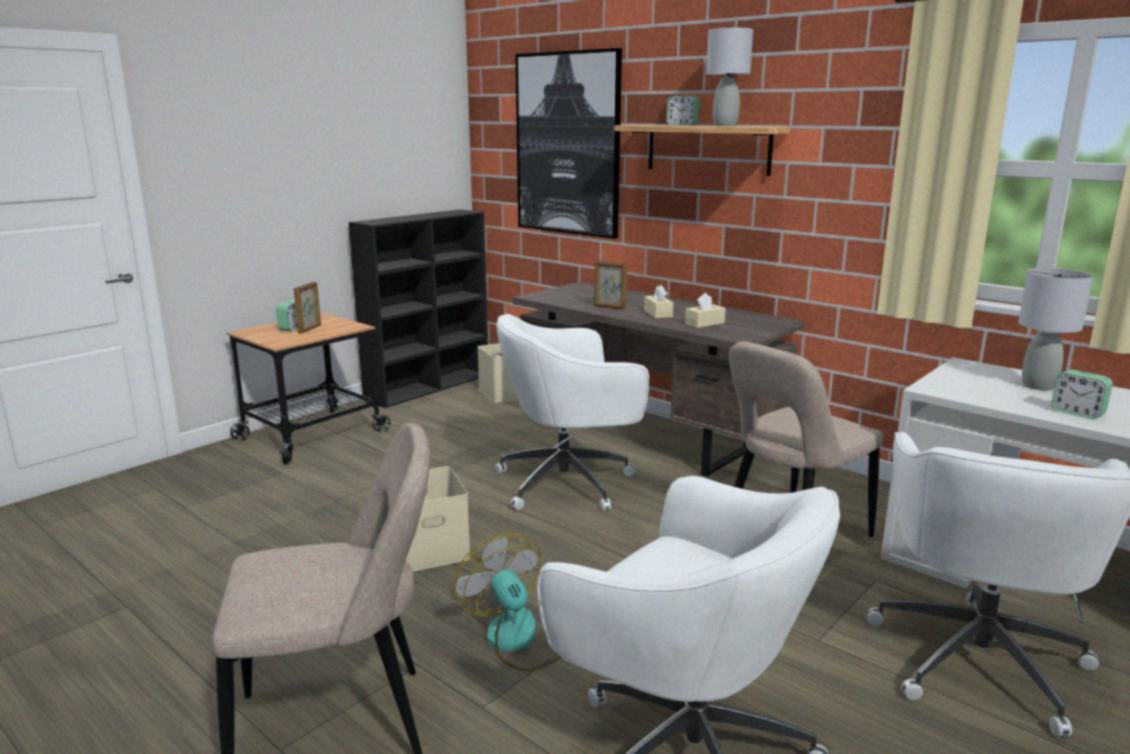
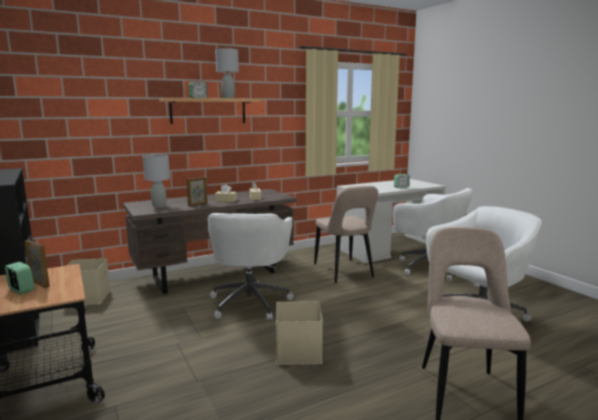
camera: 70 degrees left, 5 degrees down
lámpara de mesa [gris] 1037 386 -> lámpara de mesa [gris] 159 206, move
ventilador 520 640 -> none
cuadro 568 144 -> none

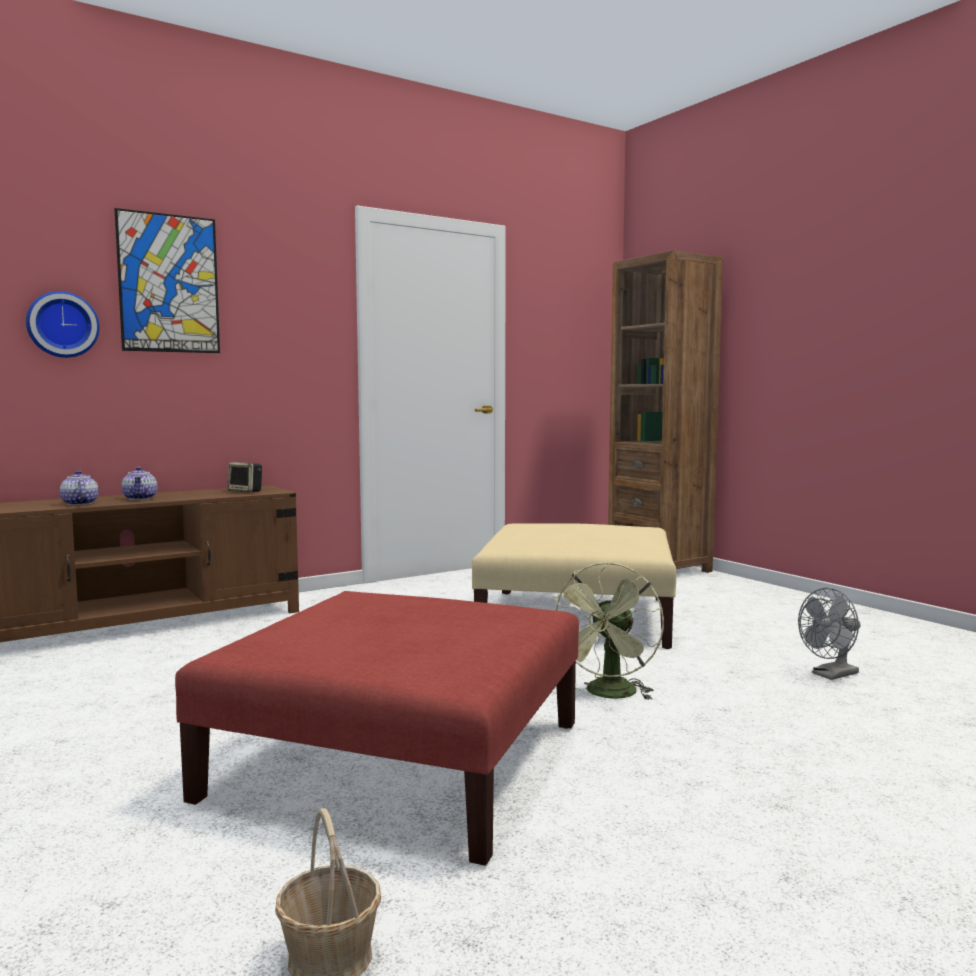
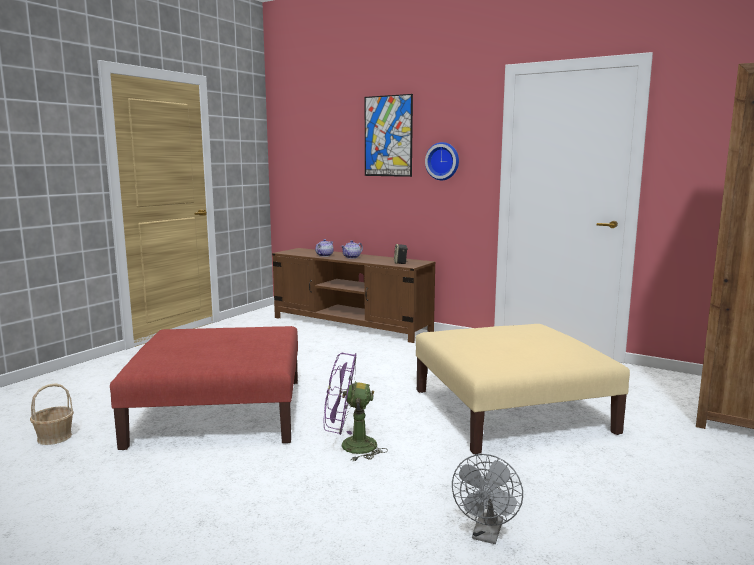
camera: 65 degrees right, 5 degrees up
ventilador [verde] 609 695 -> ventilador [morado] 350 446
reloj de pared 62 325 -> reloj de pared 443 161, move
ventilador [gris] 831 675 -> ventilador [gris] 487 535, 105 degrees counterclockwise

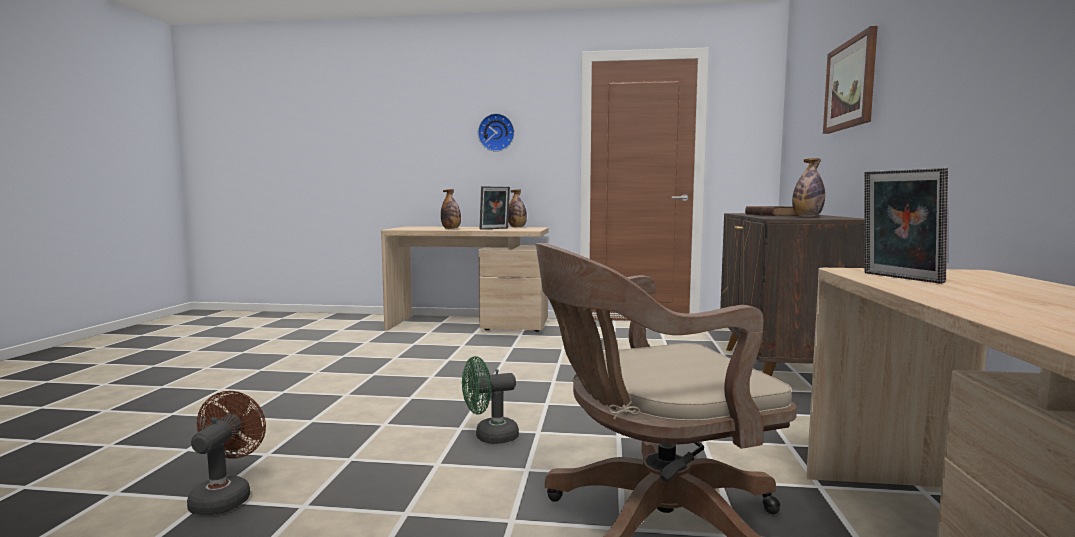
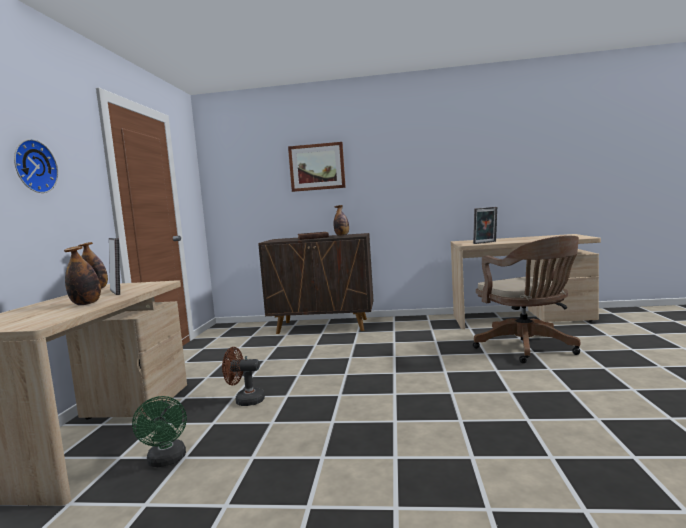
camera: 90 degrees left, 0 degrees up
ventilador [verde] 489 437 -> ventilador [verde] 167 461, move
ventilador [marrón] 225 496 -> ventilador [marrón] 245 400, move

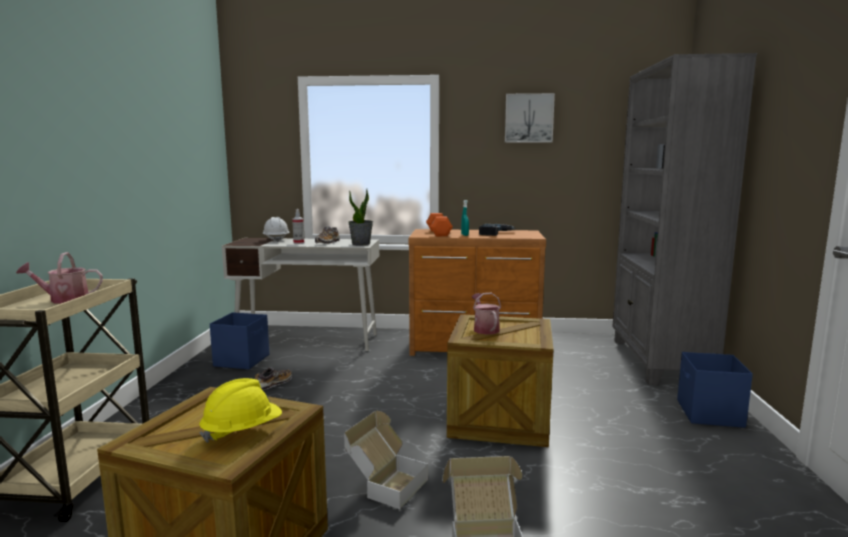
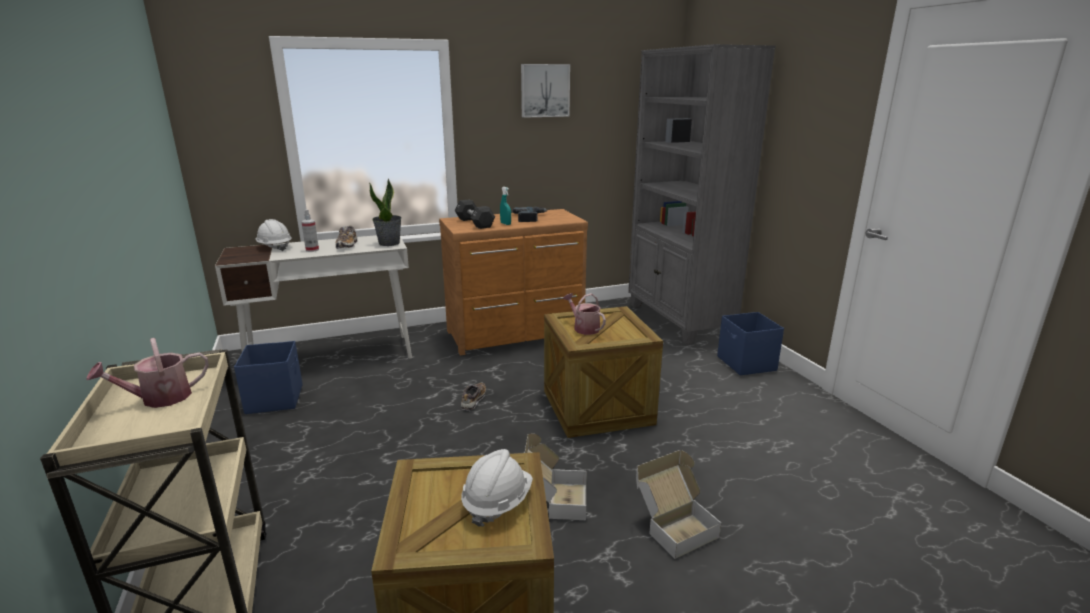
camera: 25 degrees left, 10 degrees up
mancuerna [naranja] 438 233 -> mancuerna [negro] 474 223
zapato 273 384 -> zapato 473 401, move
casco [amarillo] 242 431 -> casco [blanco] 497 502

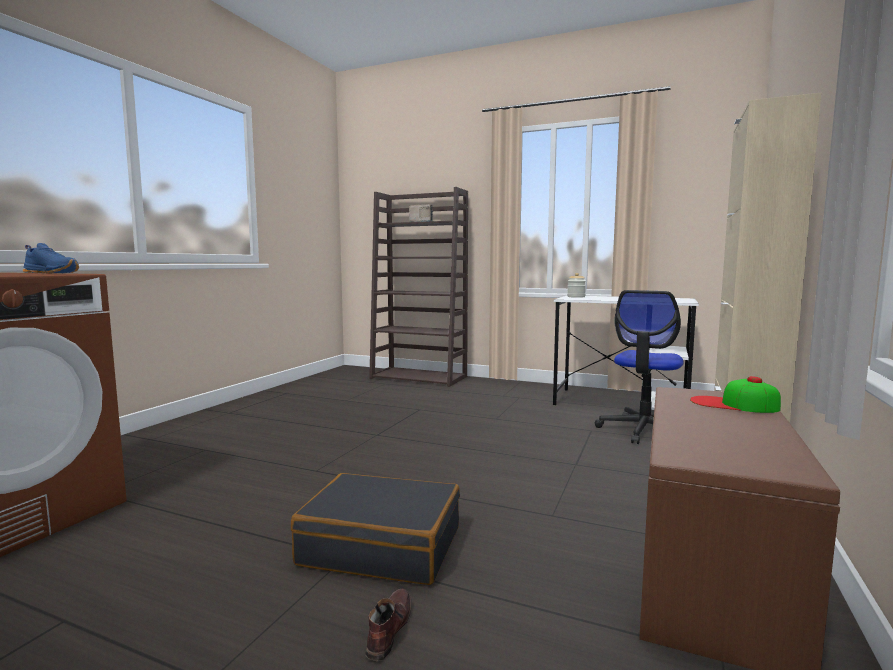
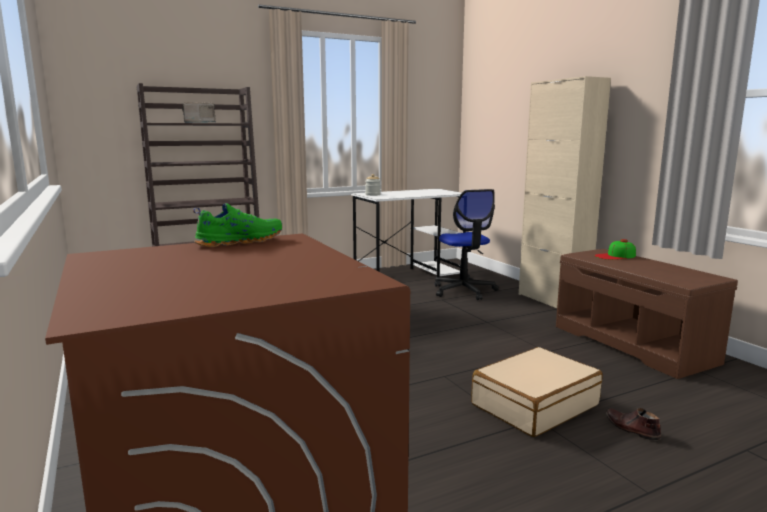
camera: 50 degrees left, 5 degrees up
zapato [azul] 53 273 -> zapato [verde] 239 242
maleta [negro] 381 546 -> maleta [beis] 534 404

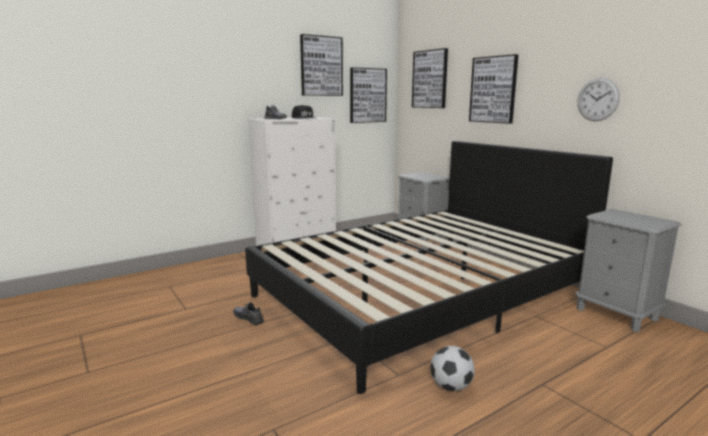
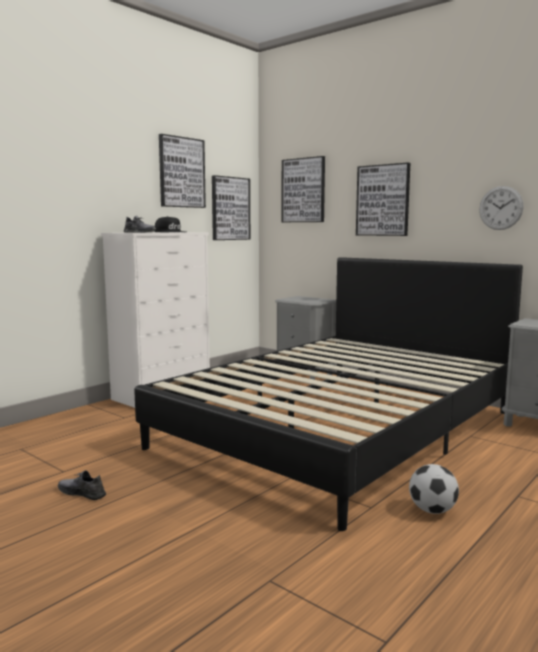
camera: 15 degrees left, 5 degrees down
zapato [gris] 248 318 -> zapato [gris] 82 493, move

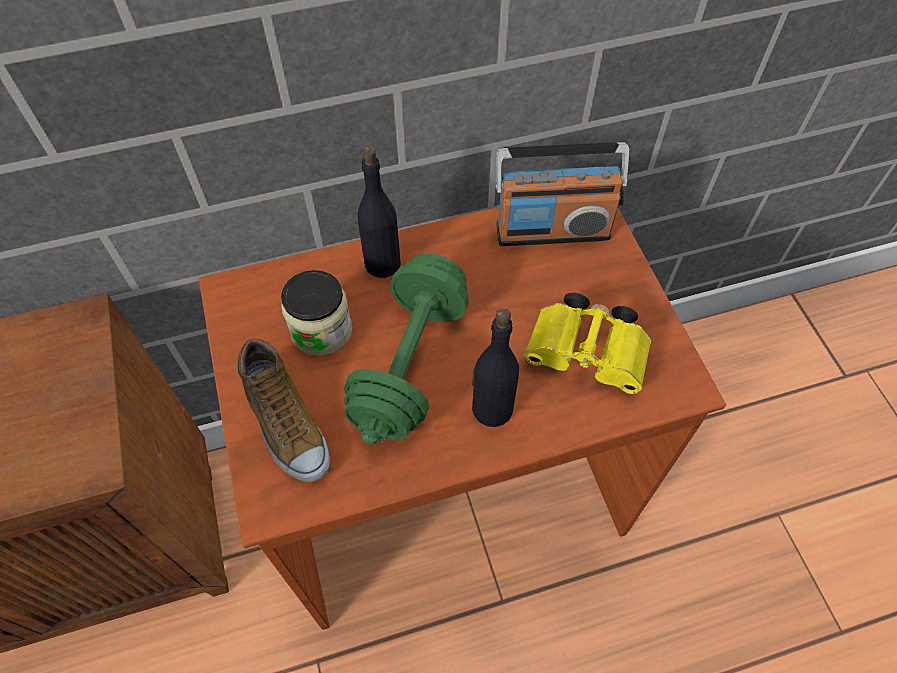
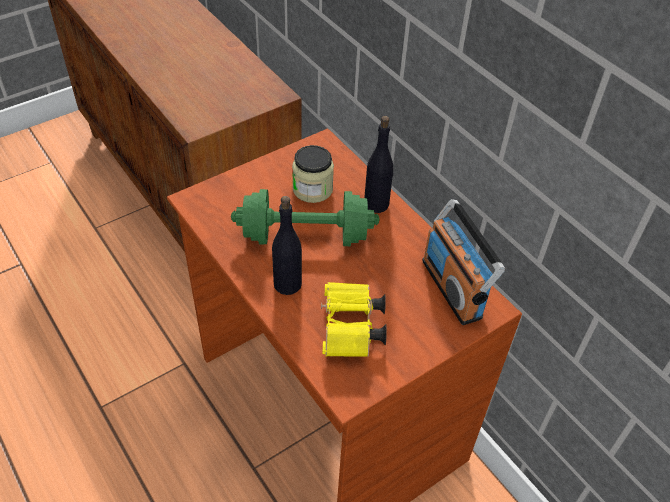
camera: 70 degrees right, 10 degrees down
zapato 285 424 -> none

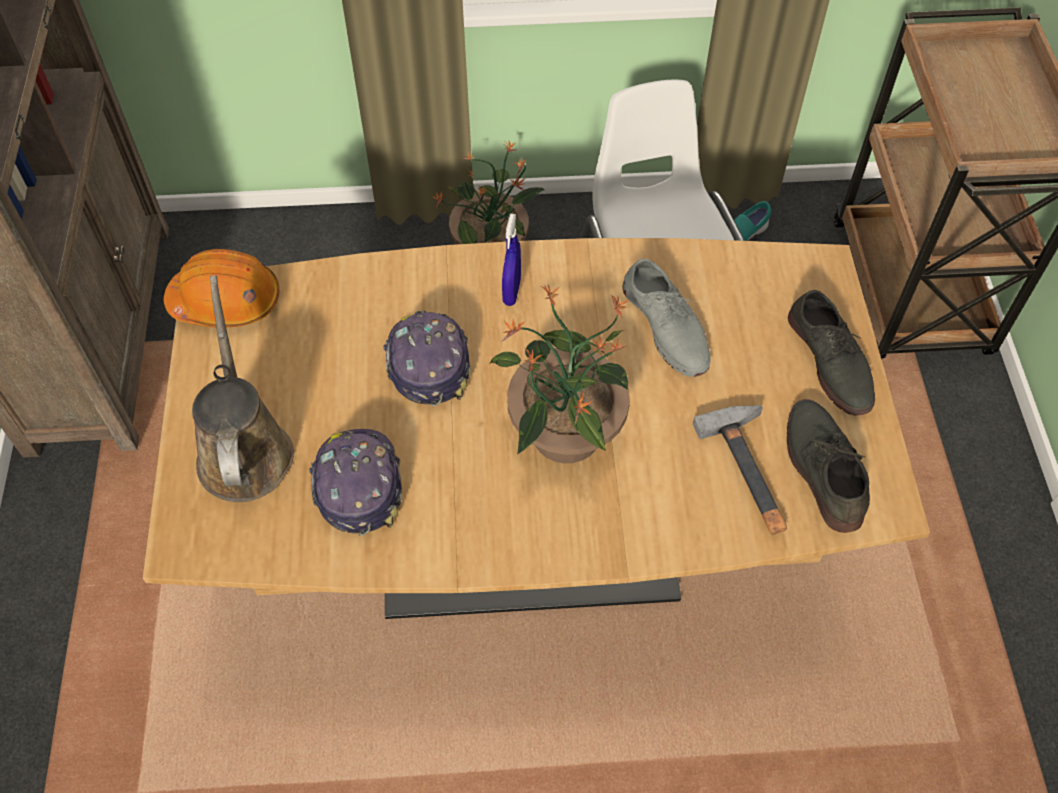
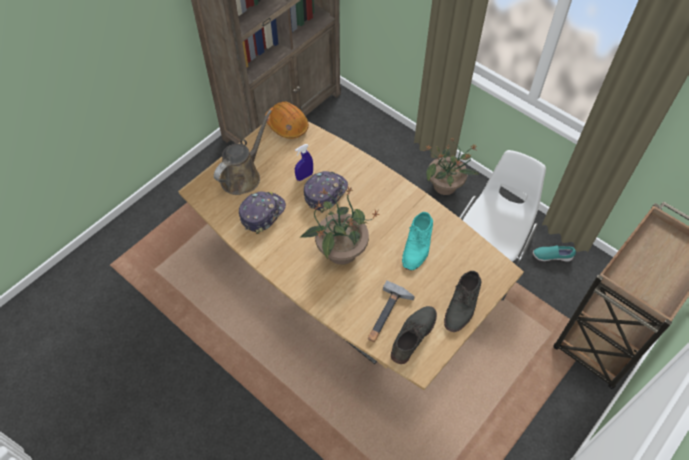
camera: 45 degrees right, 0 degrees up
pulverizador [azul] 511 292 -> pulverizador [azul] 304 176, move
zapato [gris] 667 325 -> zapato [turquesa] 418 244

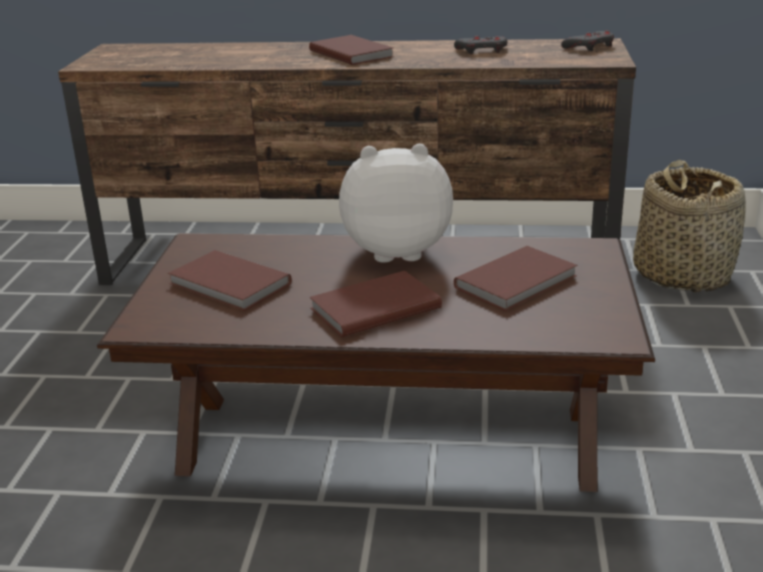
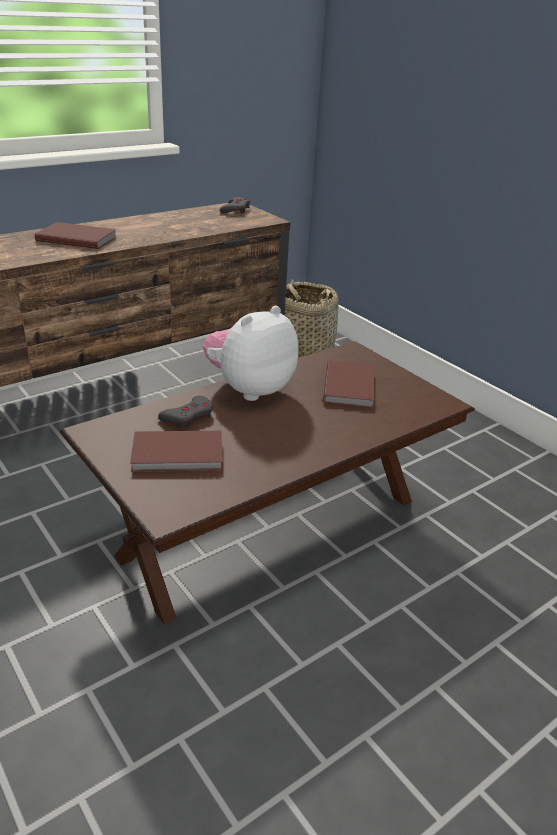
camera: 45 degrees left, 5 degrees up
mando de consola [gris] 482 50 -> mando de consola [gris] 188 416, move
libro [marrón] 372 307 -> none

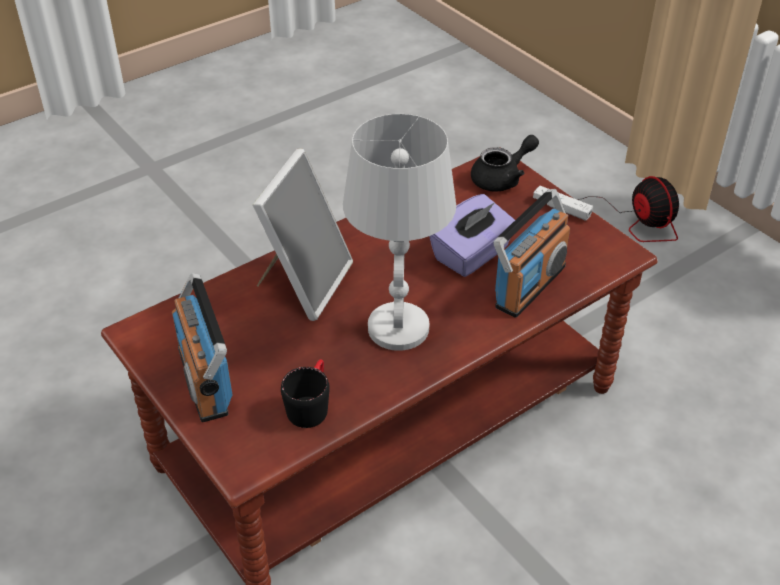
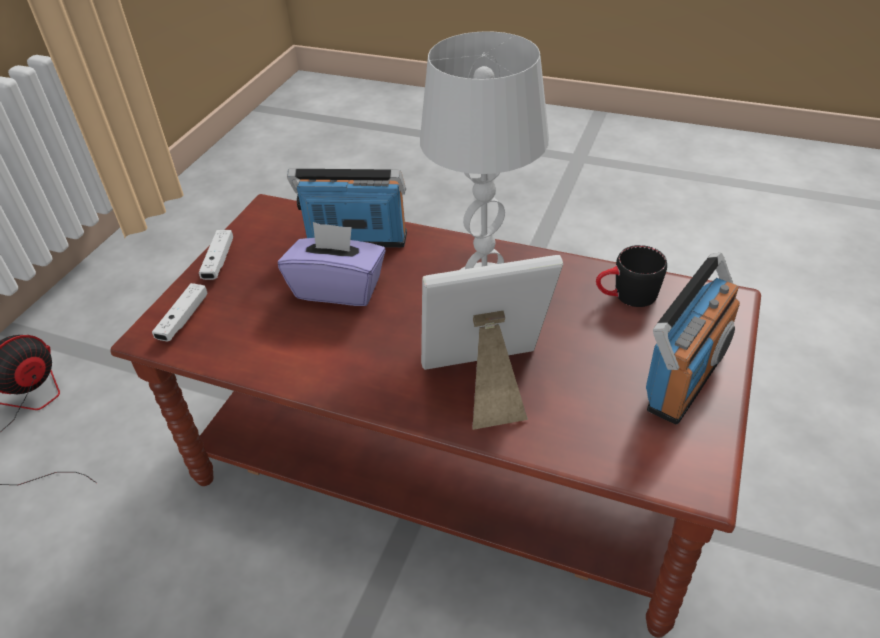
camera: 120 degrees left, 0 degrees up
tetera [negro] 502 178 -> mando de consola [blanco] 183 319

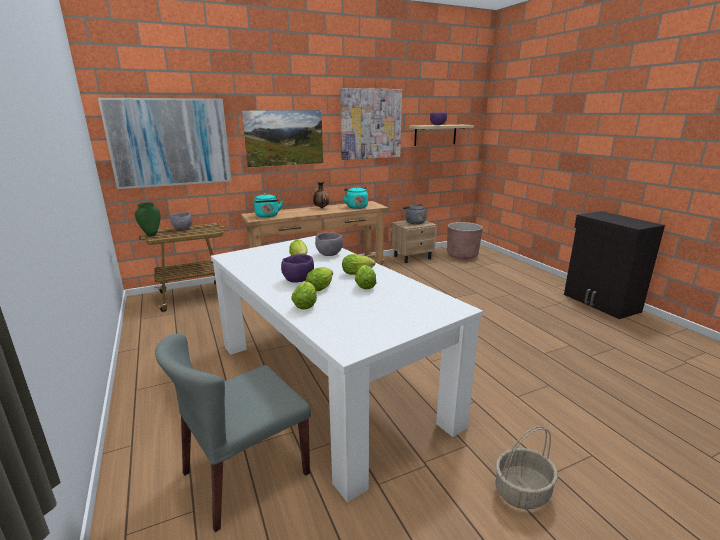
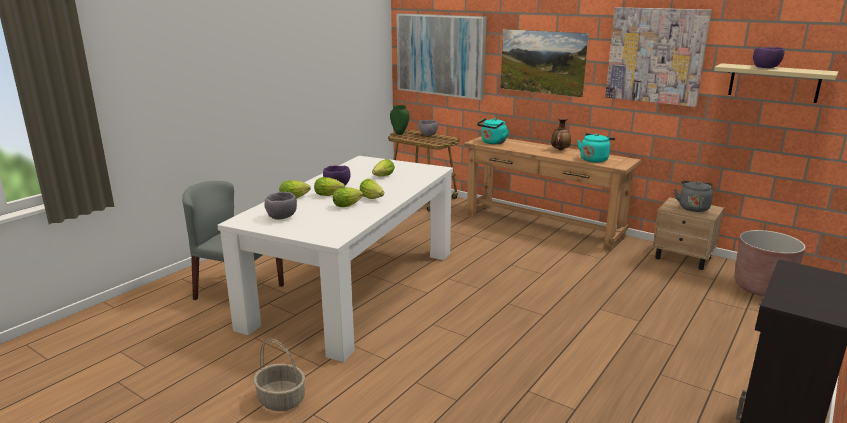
camera: 60 degrees right, 0 degrees up
cuenco [gris] 329 254 -> cuenco [gris] 282 217, move

